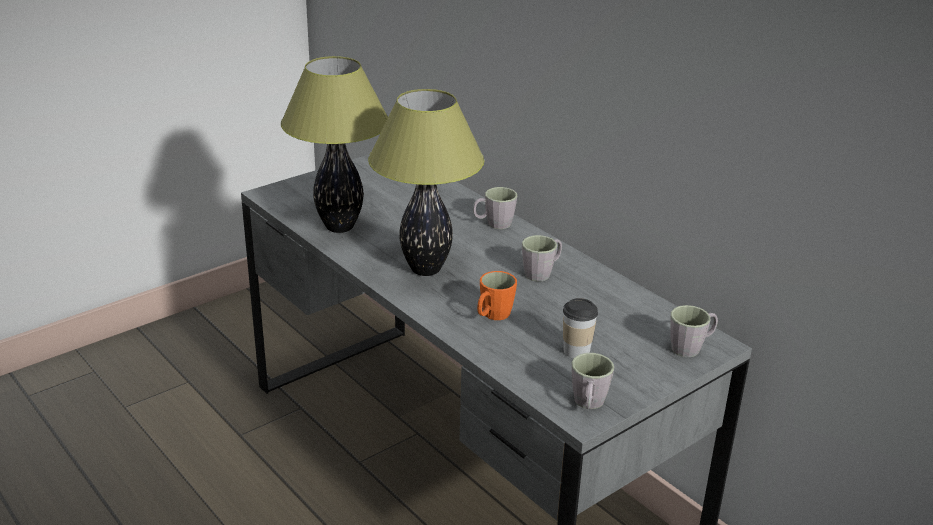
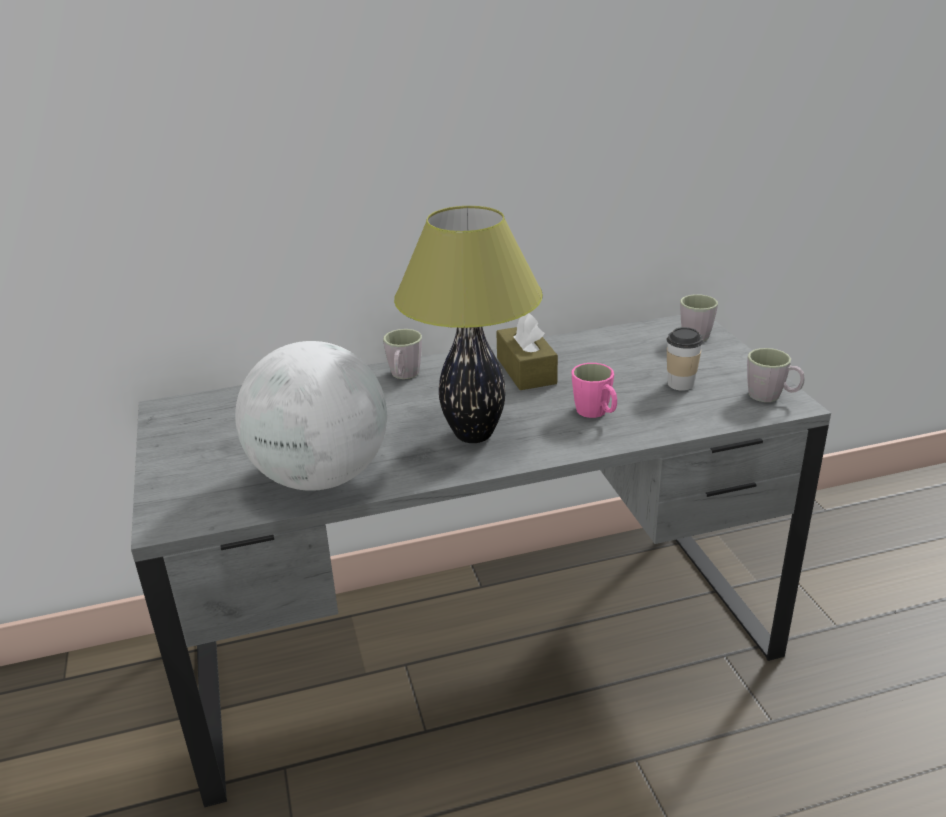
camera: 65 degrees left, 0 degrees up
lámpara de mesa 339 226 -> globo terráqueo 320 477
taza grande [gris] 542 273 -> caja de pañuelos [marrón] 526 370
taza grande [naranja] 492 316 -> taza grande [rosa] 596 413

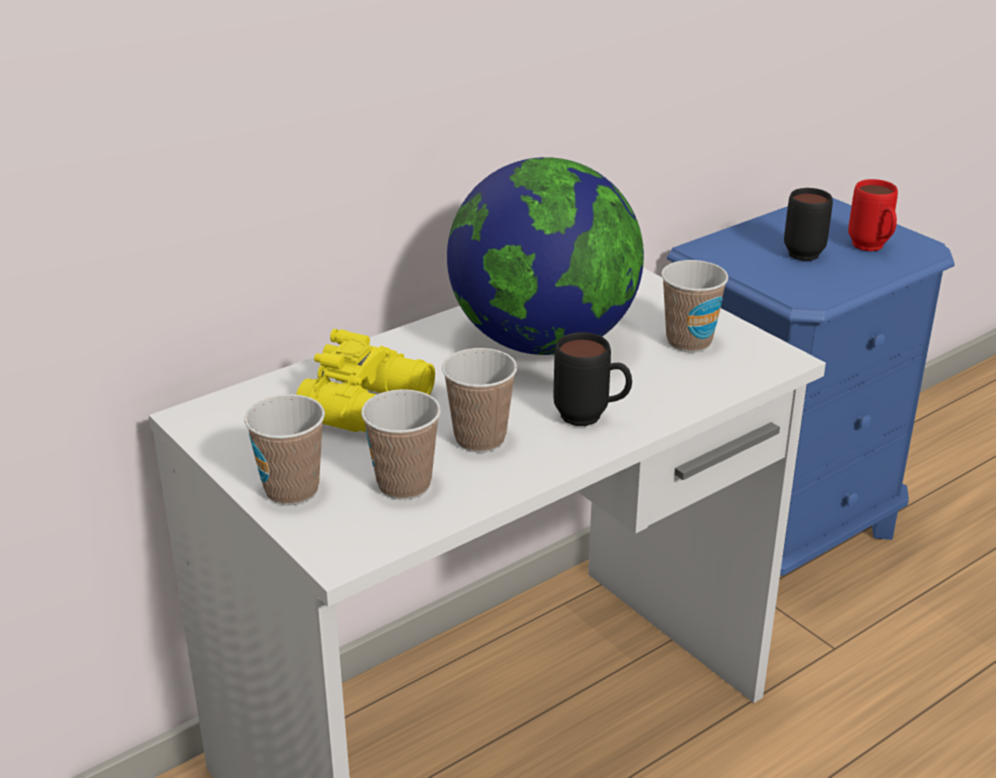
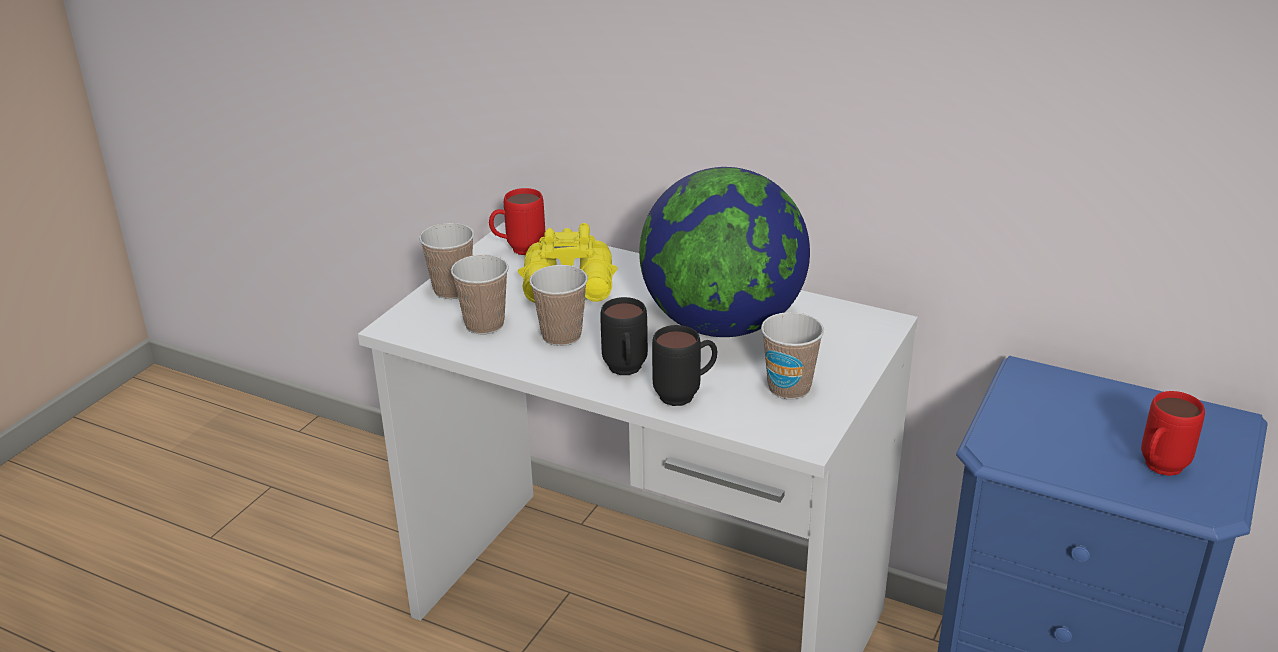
camera: 65 degrees right, 0 degrees up
none -> taza grande [rojo] 518 250
taza grande [negro] 802 251 -> taza grande [negro] 685 395, move

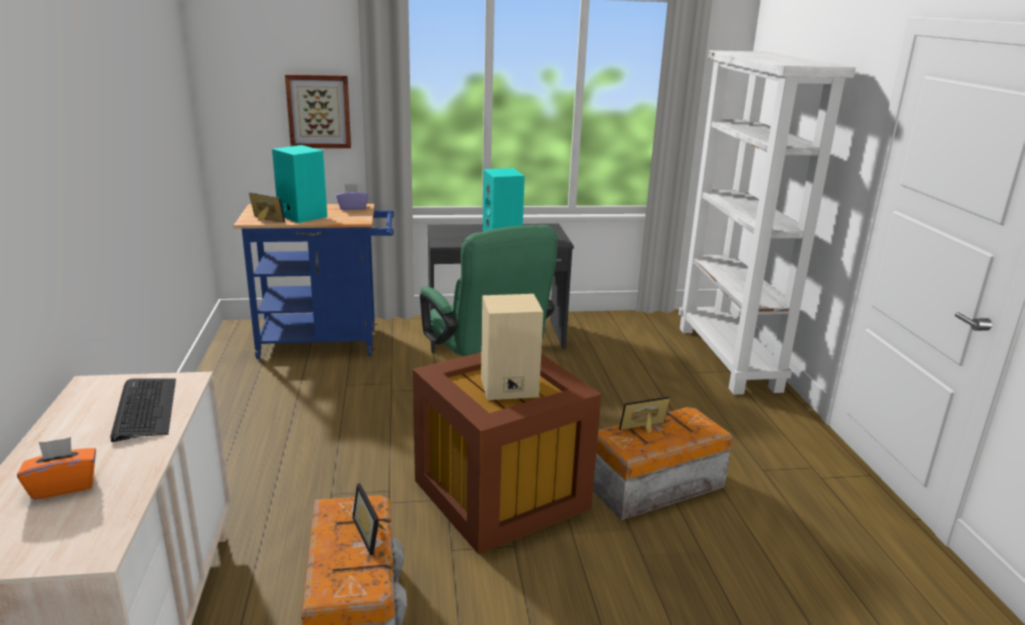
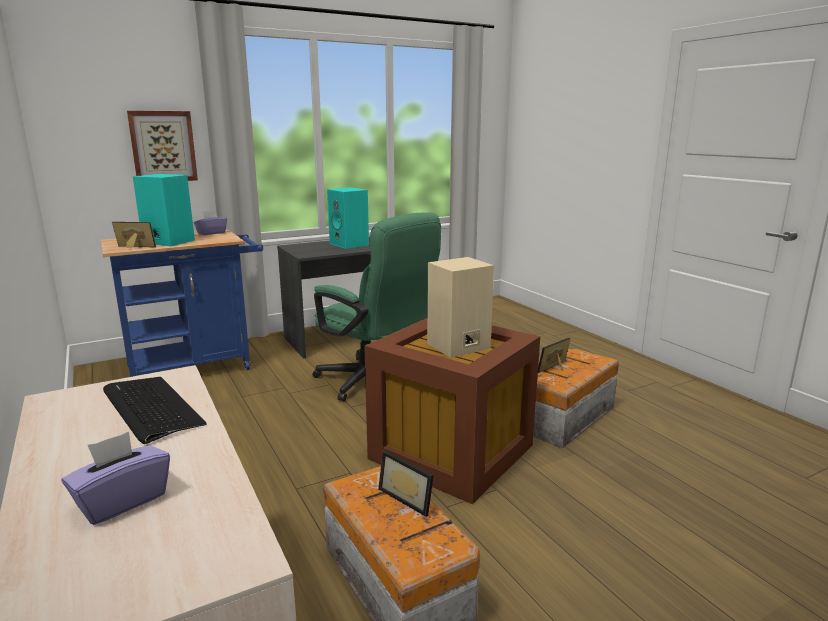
camera: 20 degrees left, 5 degrees down
caja de pañuelos [naranja] 64 486 -> caja de pañuelos [morado] 122 501
estantería [blanco] 729 358 -> none

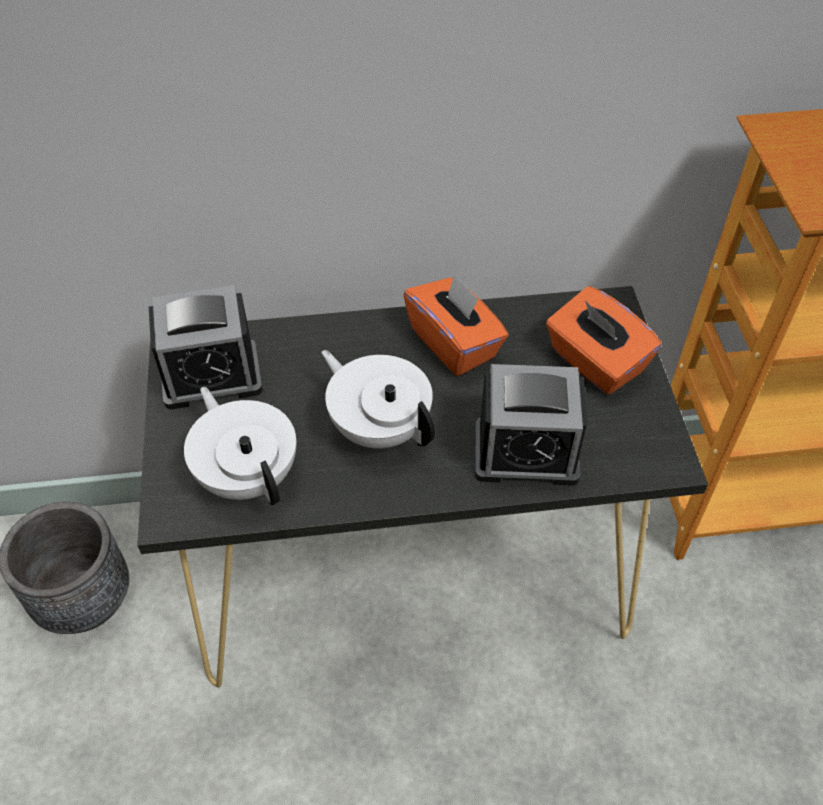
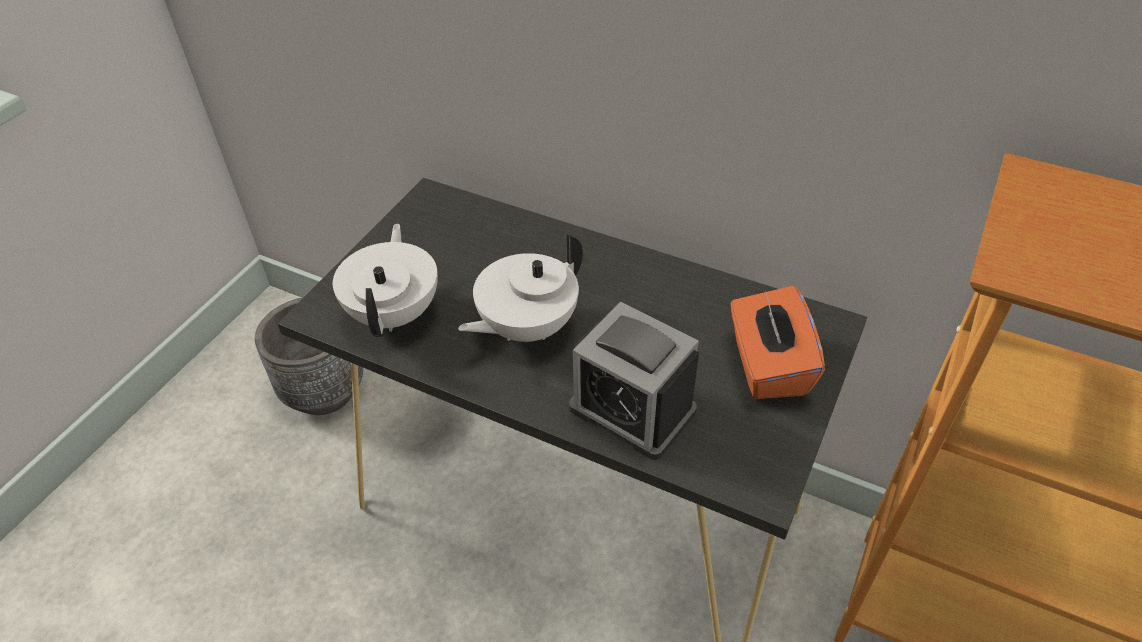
camera: 35 degrees right, 5 degrees down
tetera [blanco] 380 427 -> tetera [blanco] 526 327, 120 degrees counterclockwise
despertador 211 376 -> none
caja de pañuelos [naranja] 454 343 -> none

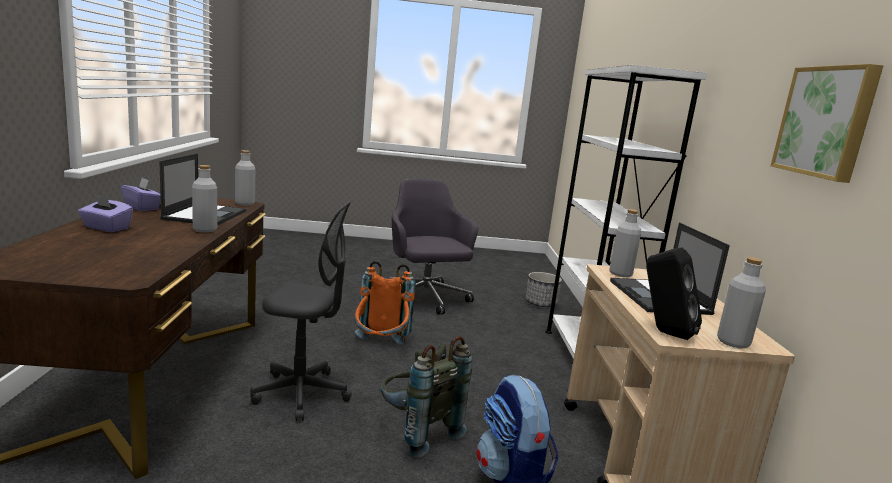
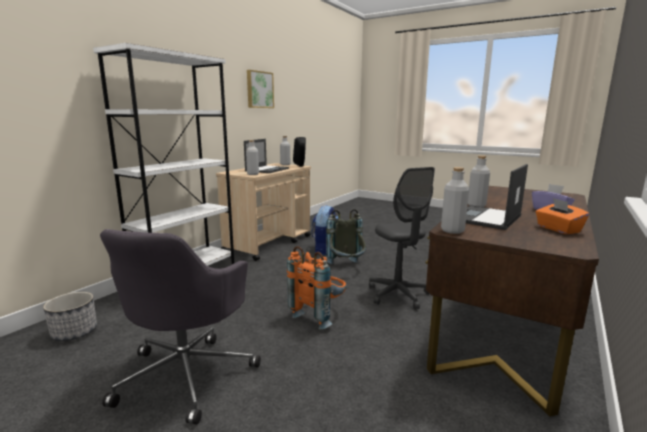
camera: 145 degrees left, 0 degrees up
silla de oficina [gris] 301 394 -> silla de oficina [gris] 398 295, 150 degrees counterclockwise
caja de pañuelos [morado] 142 207 -> caja de pañuelos [naranja] 558 229

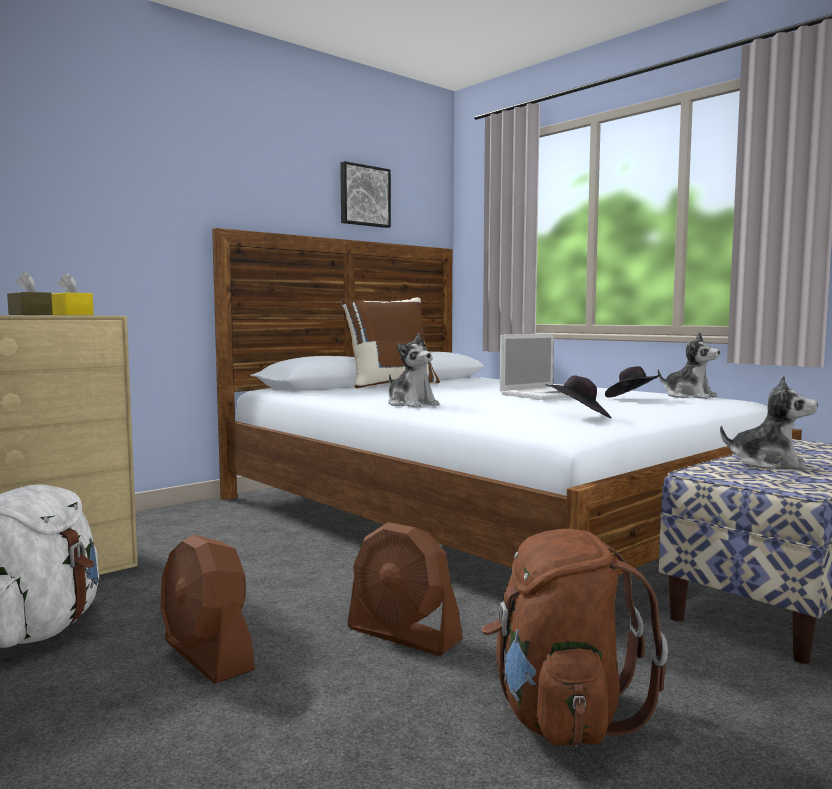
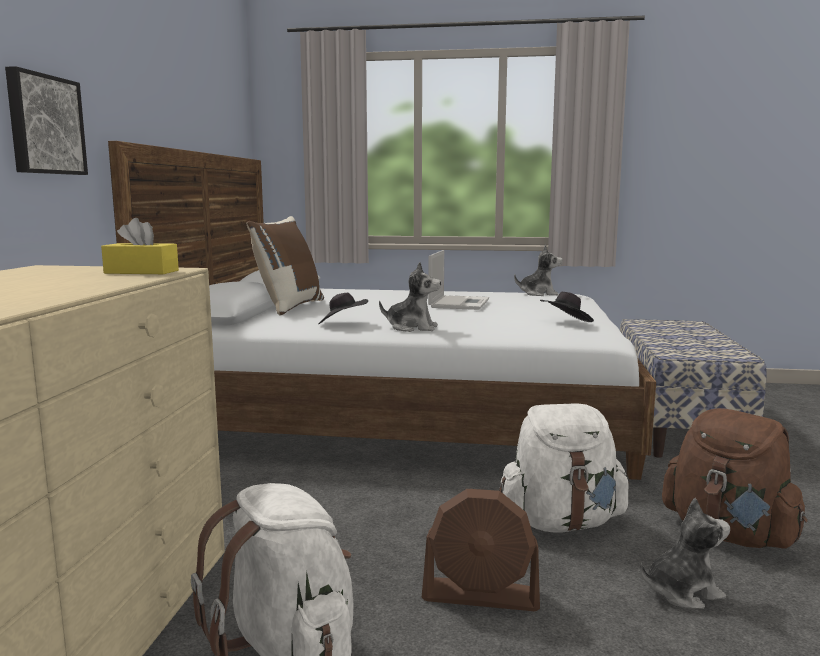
camera: 40 degrees left, 5 degrees up
cuadro 364 196 -> cuadro 44 125, move
sombrero [negro] 632 399 -> sombrero [negro] 343 324, move
ventilador [marrón] 404 635 -> mochila [blanco] 561 523
peluche 768 464 -> peluche 682 591, move
caja de pañuelos [marrón] 30 315 -> none

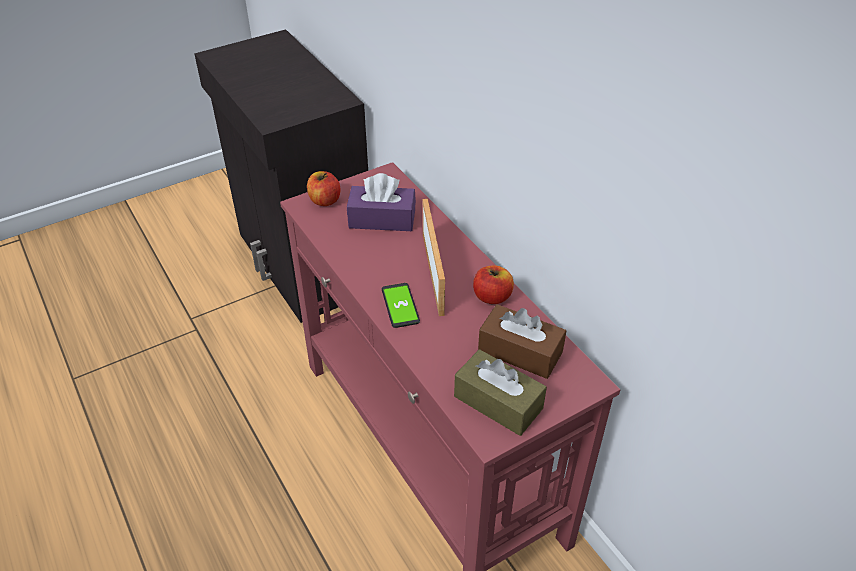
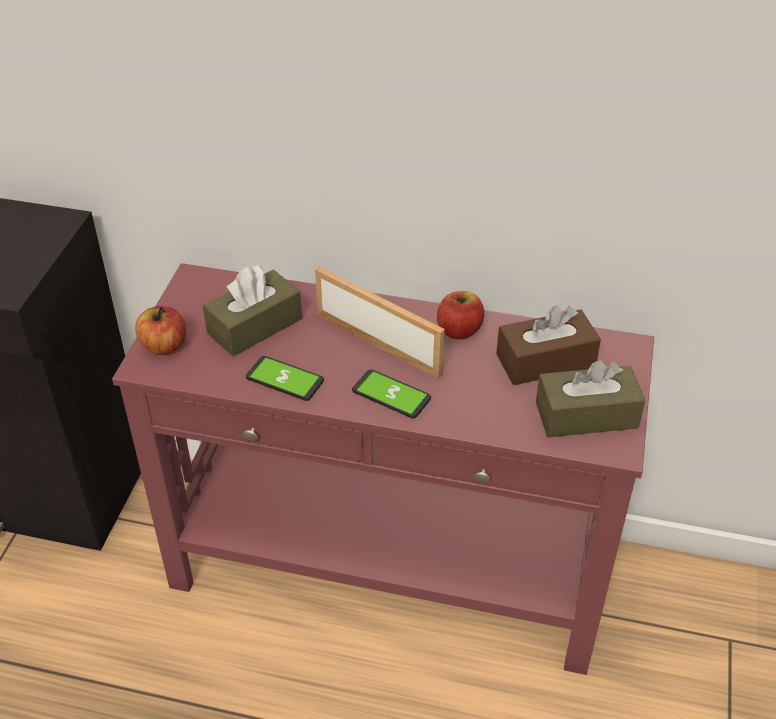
camera: 45 degrees left, 0 degrees up
caja de pañuelos [morado] 382 219 -> caja de pañuelos [marrón] 255 326
none -> móvil 285 379

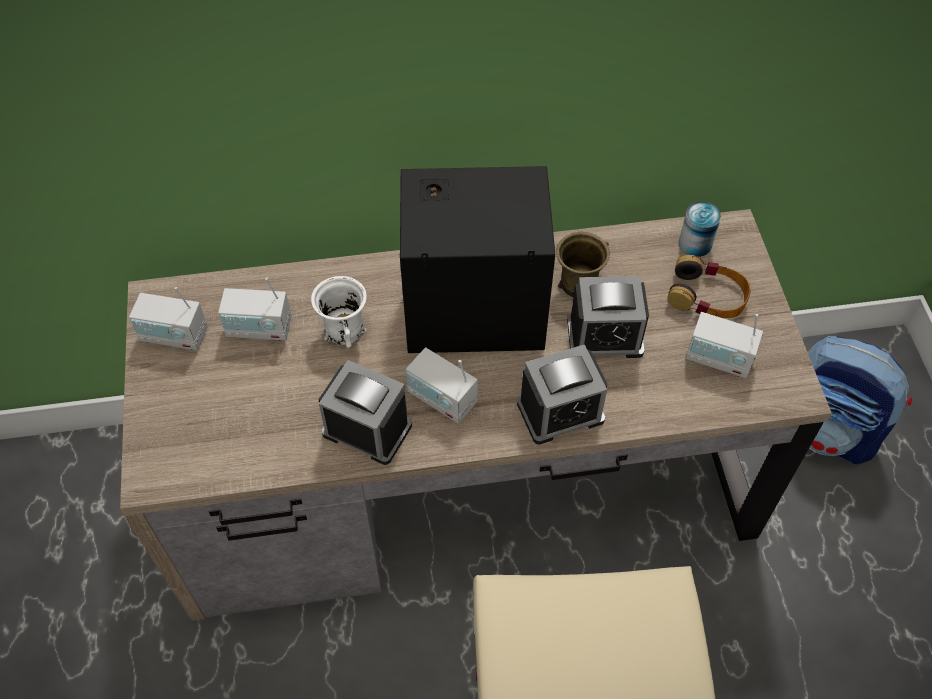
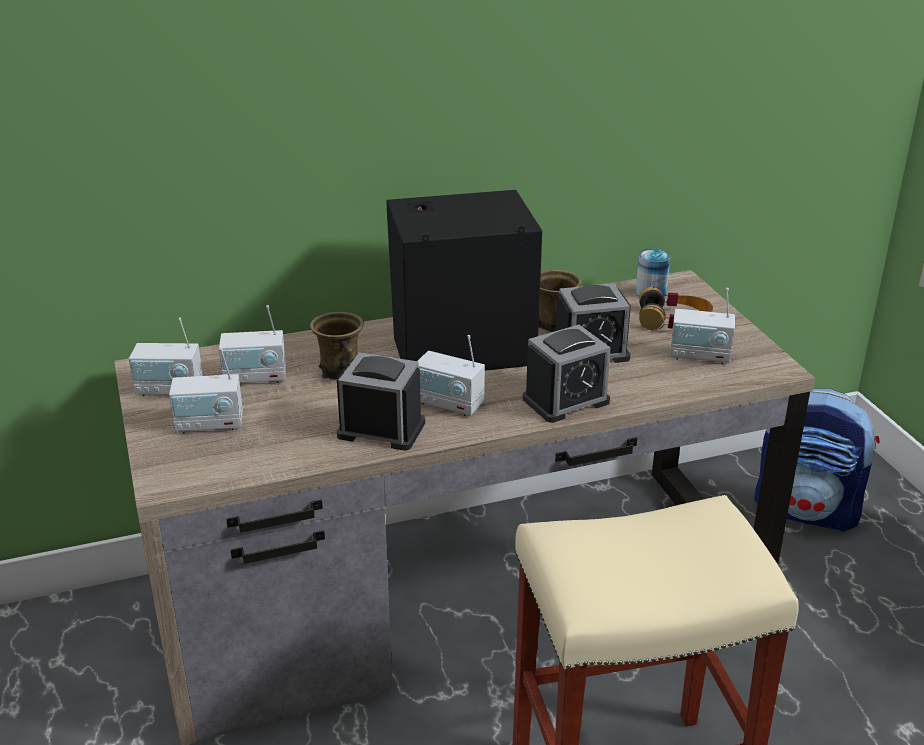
camera: 10 degrees left, 25 degrees down
none -> radio 209 424
taza grande [blanco] 344 330 -> taza grande [marrón] 340 370

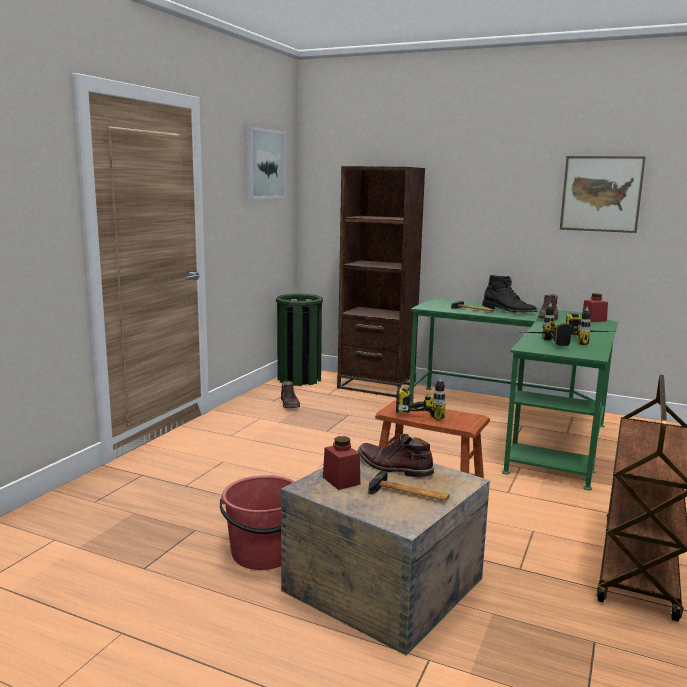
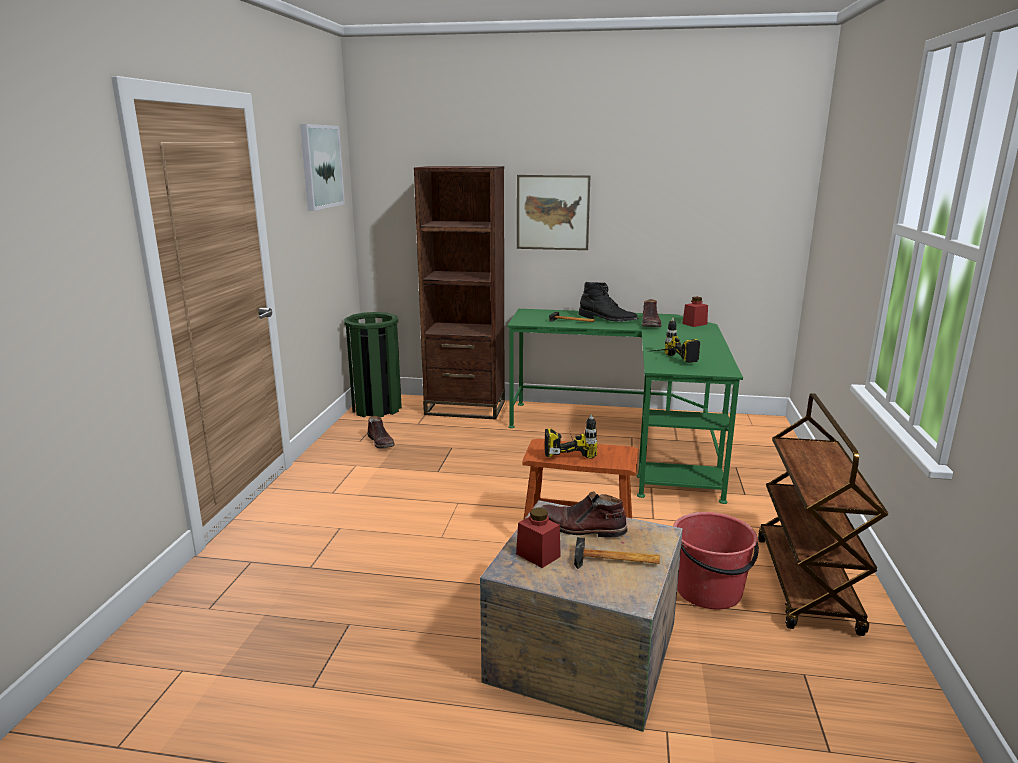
camera: 15 degrees left, 5 degrees up
cuadro 601 194 -> cuadro 553 212, move
cubo [rojo] 264 553 -> cubo [rojo] 709 591, move
taladro 592 341 -> none

